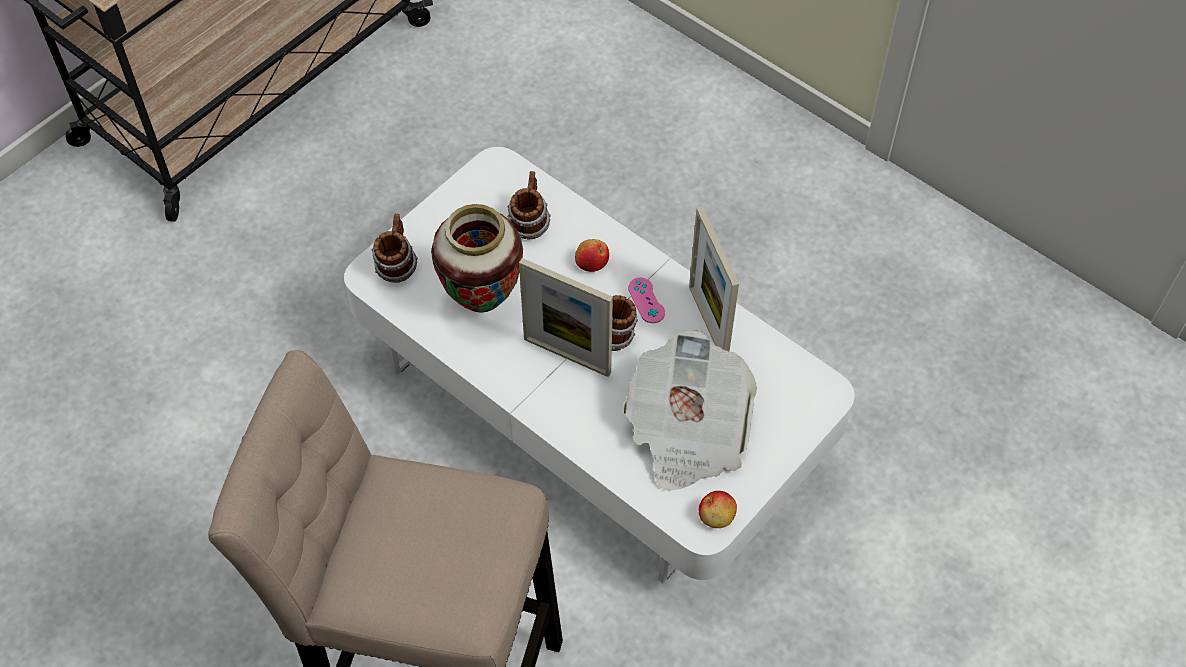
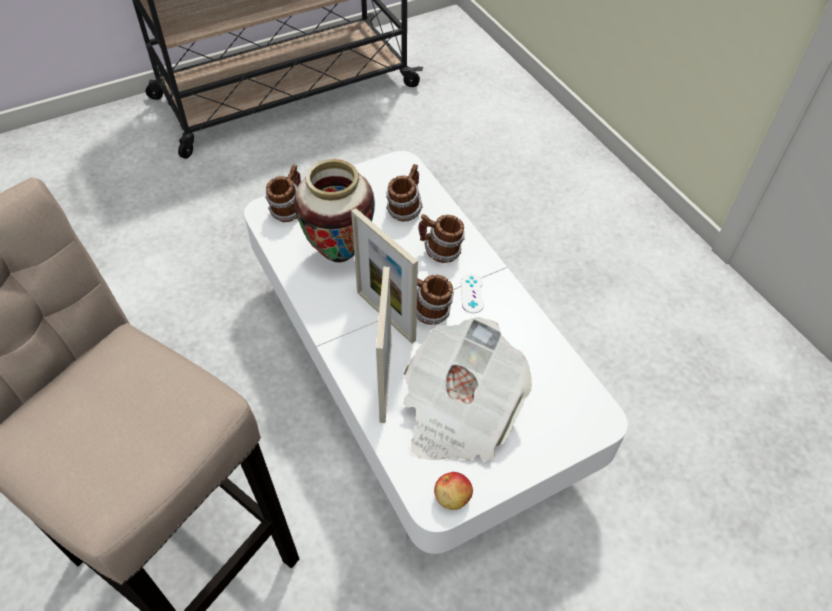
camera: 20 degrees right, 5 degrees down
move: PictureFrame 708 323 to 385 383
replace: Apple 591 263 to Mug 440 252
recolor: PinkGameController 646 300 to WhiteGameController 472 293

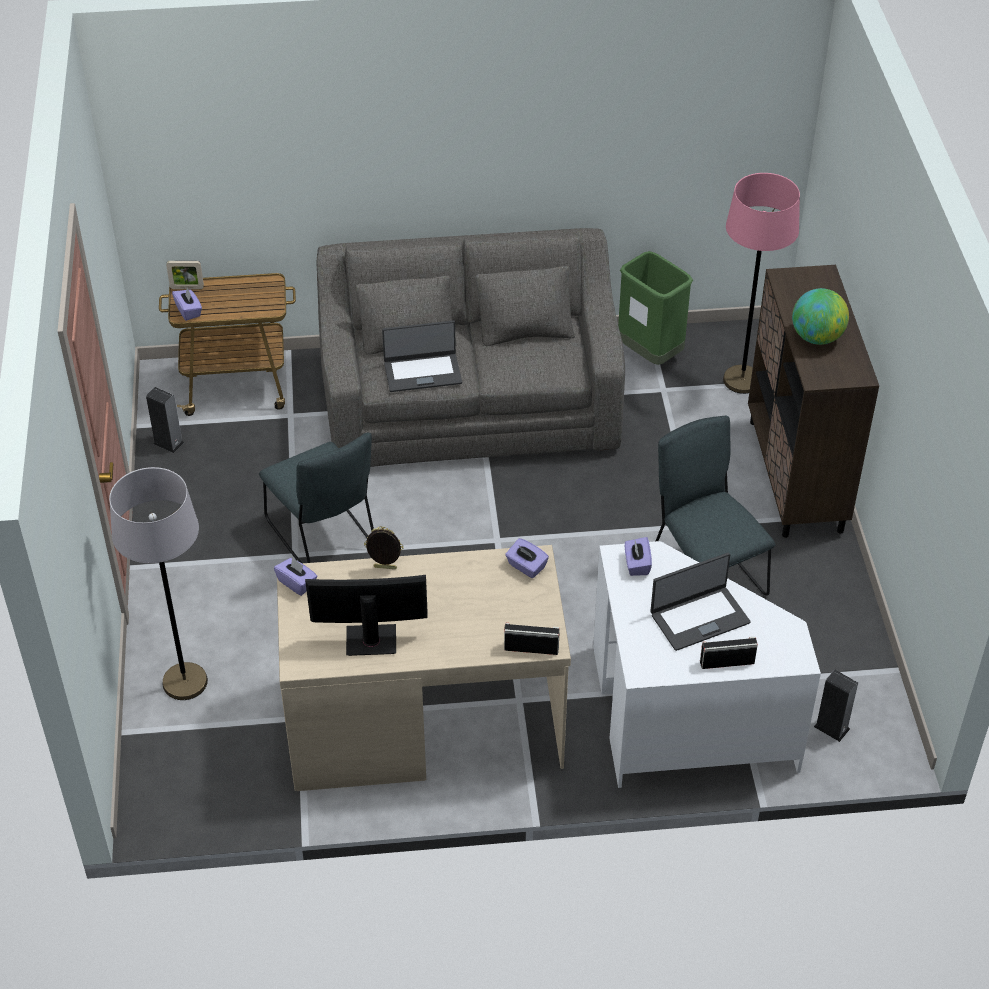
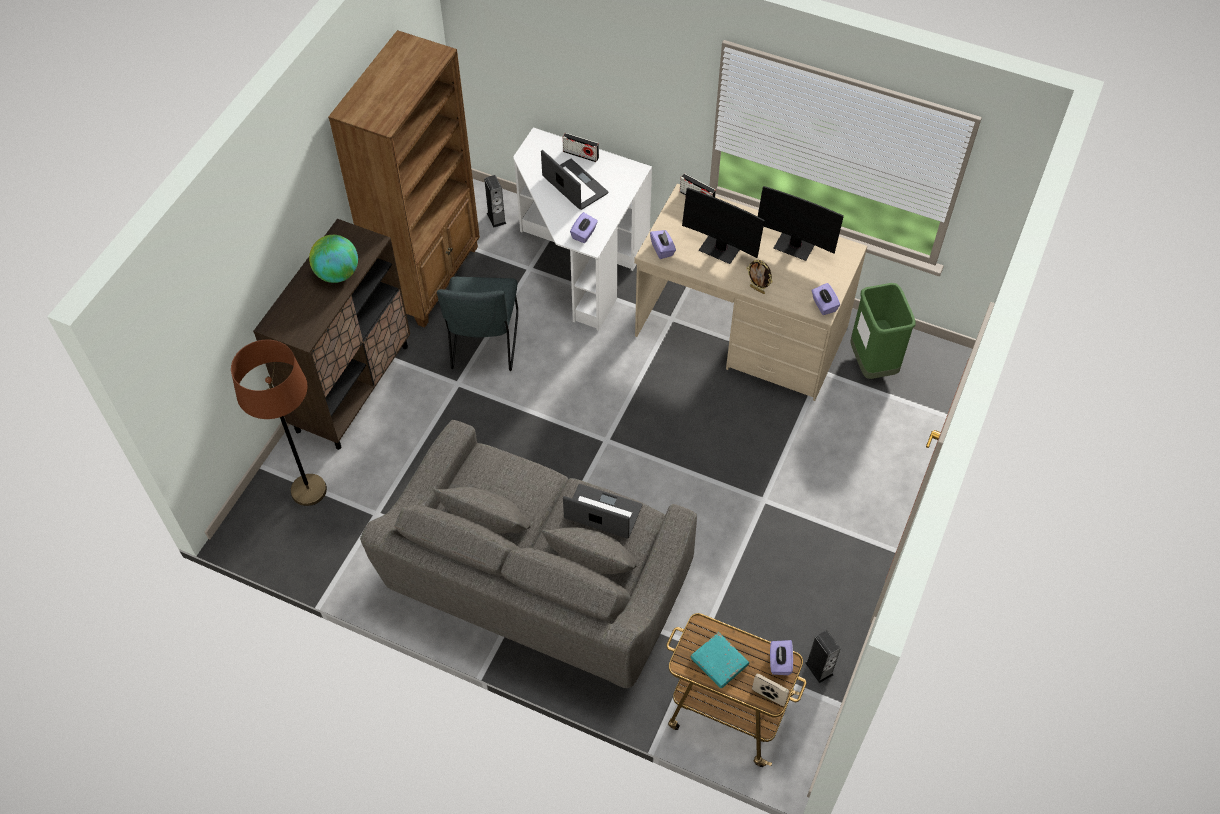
camera: 150 degrees left, 10 degrees up
delete: GreyFloorLamp 185 682; GreyChair 324 537
insert: BrownBookcase 429 277; Monitor 720 248; TurquoiseBook 719 661
move: GreenTrashCan 650 354 to 872 364
recolor: PinkFloorLamp 742 380 to BrownFloorLamp 309 490
rotate: Laptop 699 618 = 574 185 45 degrees clockwise

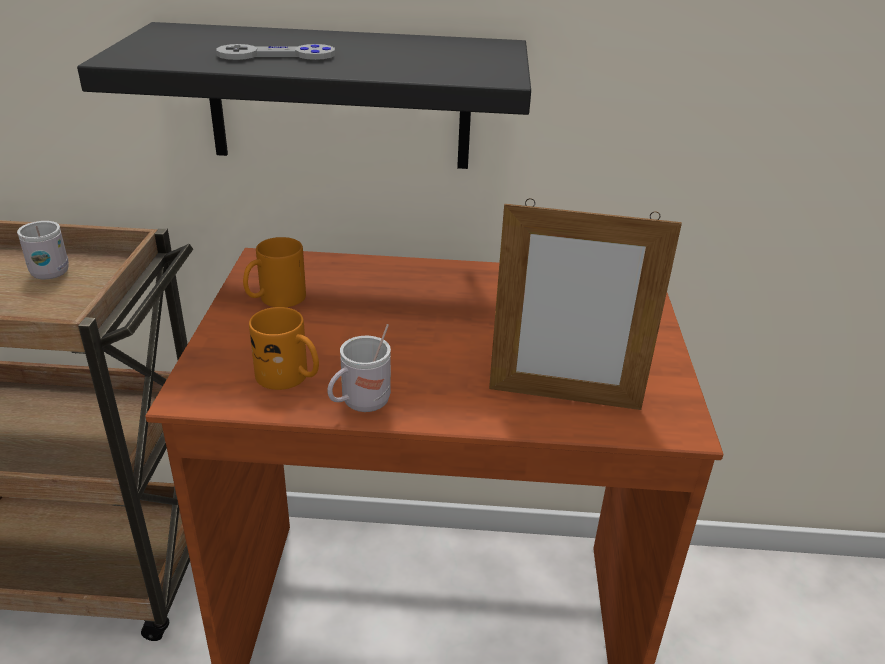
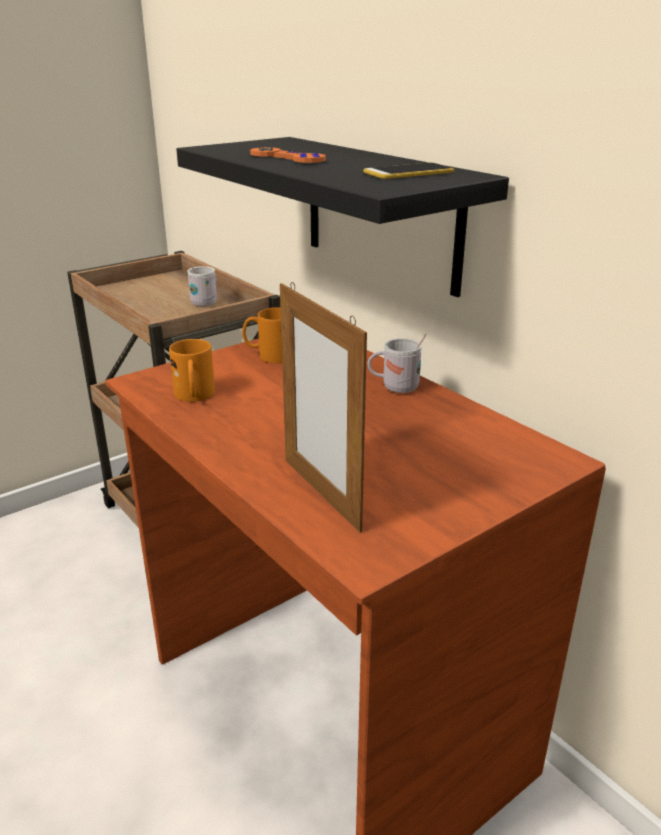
camera: 50 degrees right, 5 degrees down
insert: Phone 408 172
move: WhiteMug 360 404 to 394 388
recolor: GreyGameController 276 56 to OrangeGameController 287 158

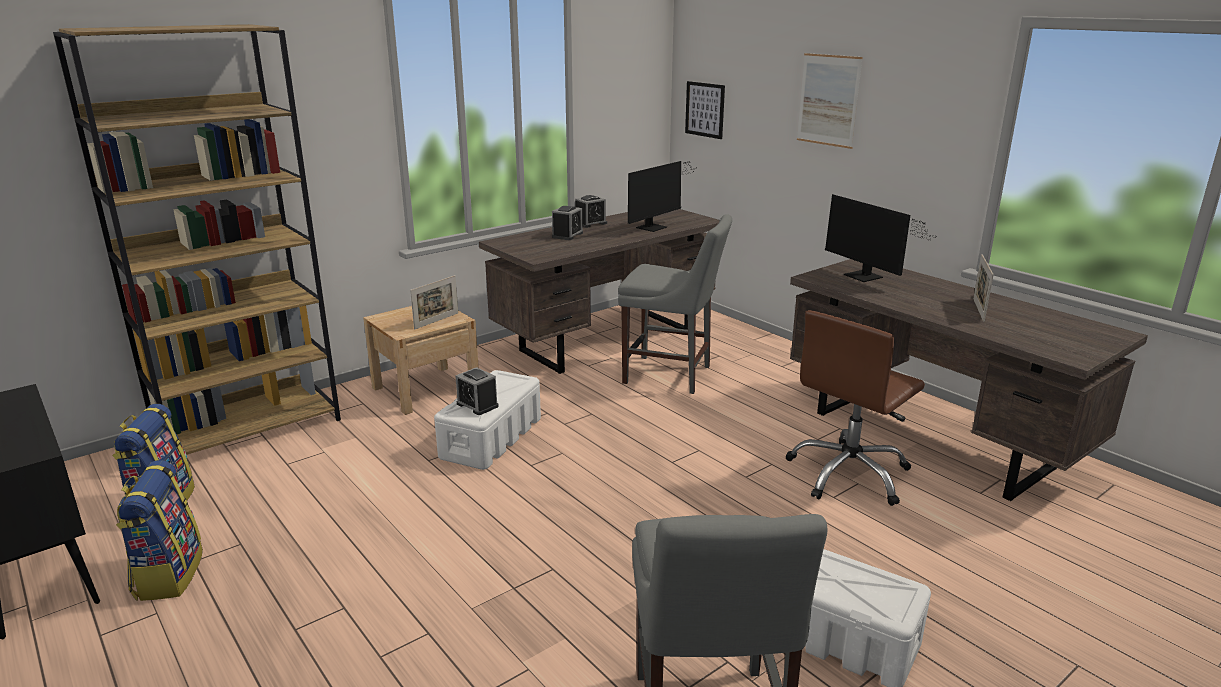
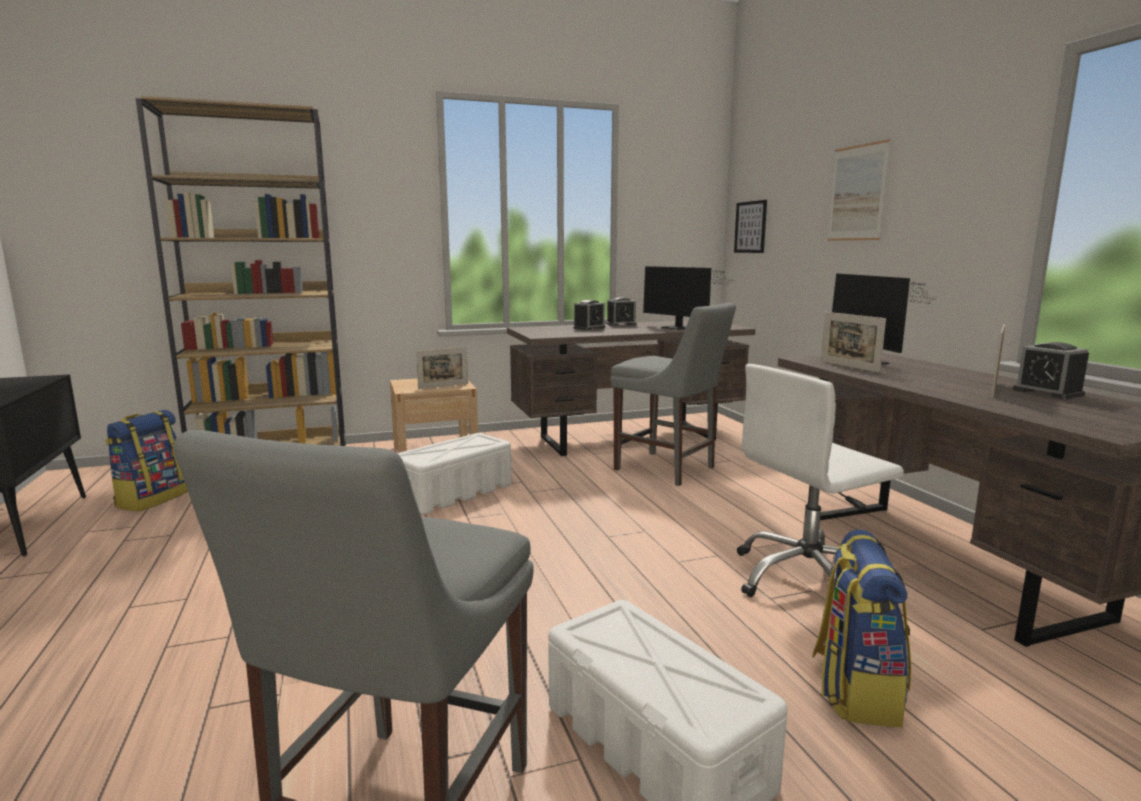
camera: 20 degrees right, 10 degrees down
insert: PictureFrame 849 366
move: Backpack 168 575 to 854 689; AlarmClock 477 405 to 1047 392
recolor: BrownOfficeChair 849 474 to WhiteOfficeChair 807 579
rotate: Monitor 655 227 = 679 328 75 degrees clockwise

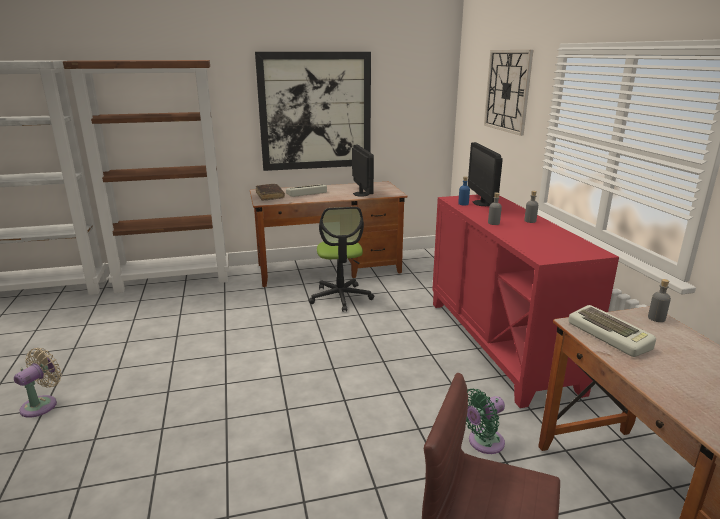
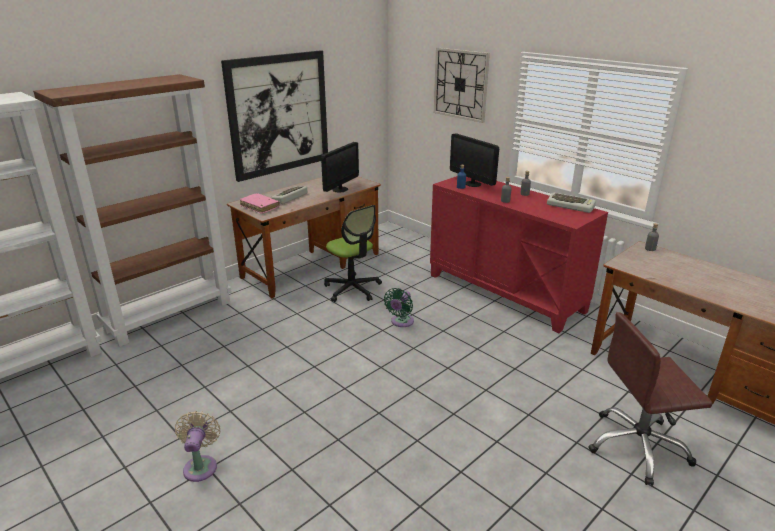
camera: 30 degrees left, 5 degrees up
move: GreenFan 483 443 to 401 322; Keyboard 610 336 to 571 206
recolor: BrownBook 270 196 to PinkBook 260 207
rotate: Monitor 361 194 = 340 189 75 degrees clockwise

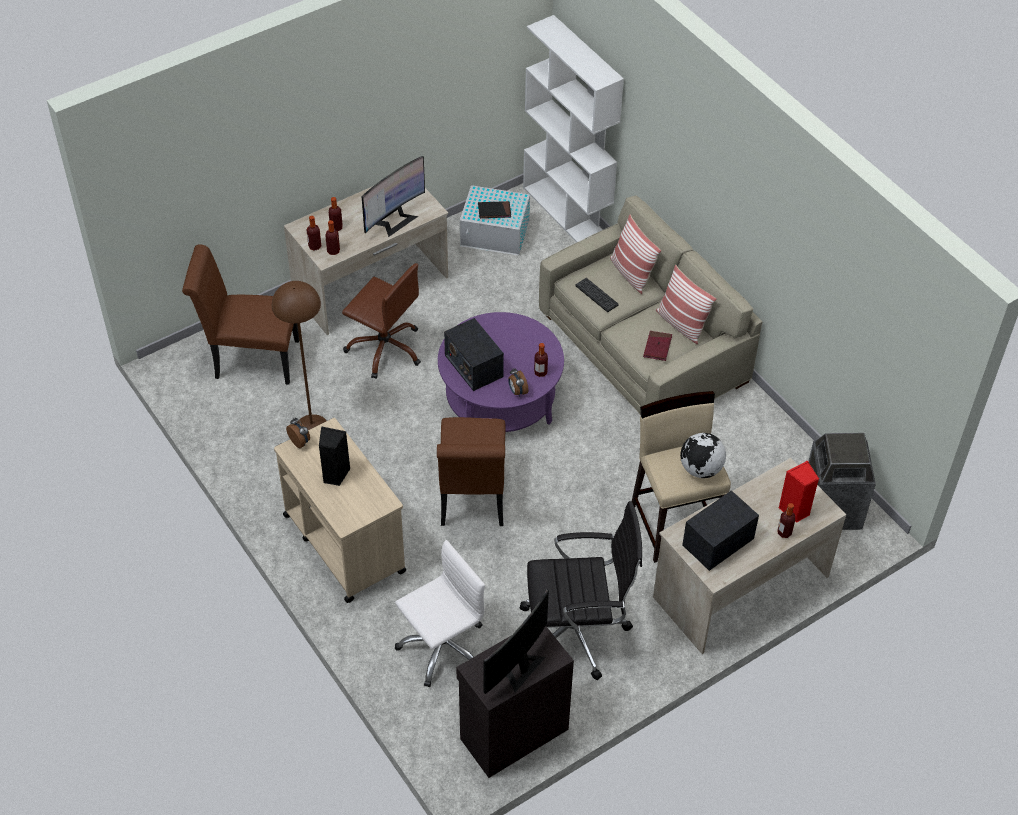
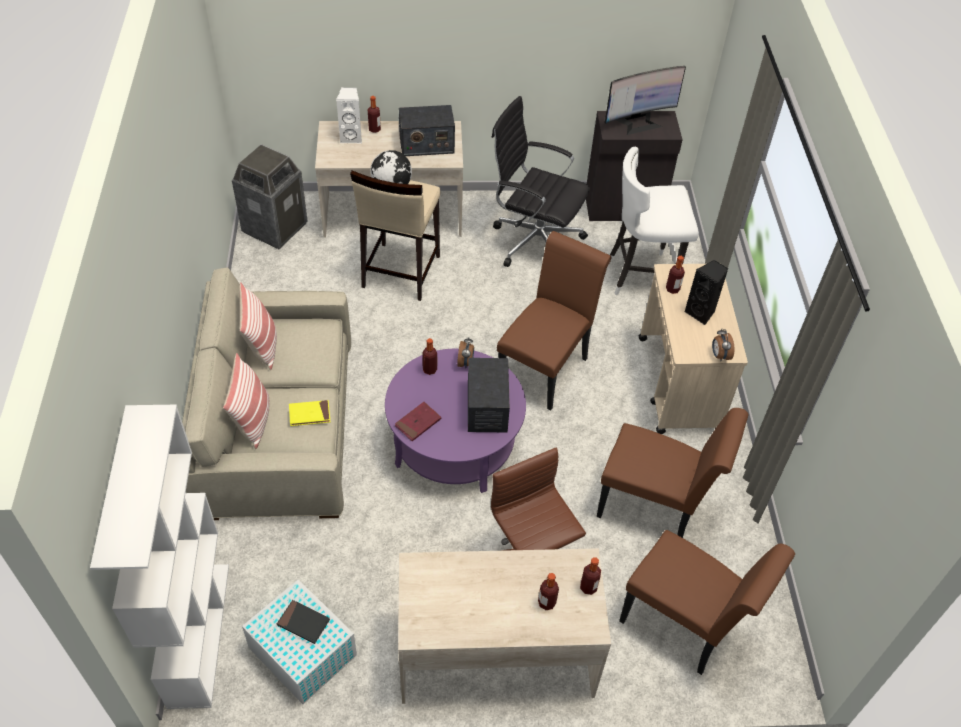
camera: 150 degrees left, 0 degrees up
delete: Monitor 394 220
move: RedBook 657 347 to 418 423; Bottle 333 251 to 672 289
replace: Keyboard 596 295 to YellowBook 309 414; BrownFloorLamp 311 427 to BrownChair 655 507; WhiteOfficeChair 442 647 to WhiteStool 641 275
recolor: RedSpeaker 795 510 to WhiteSpeaker 351 137

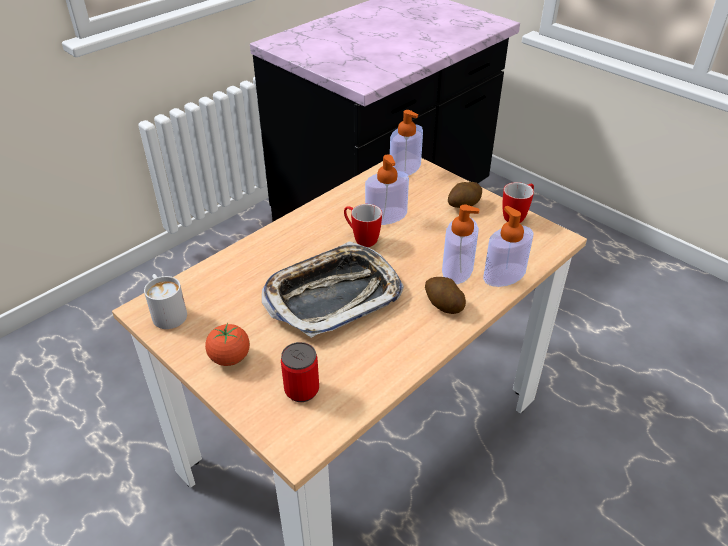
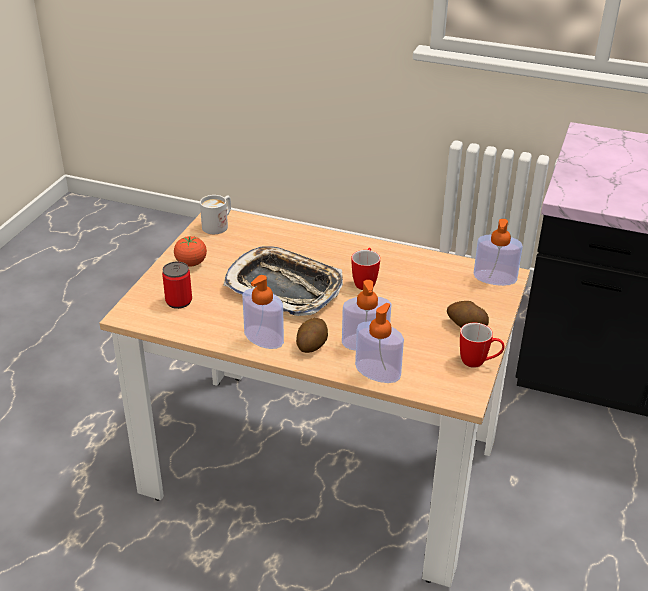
camera: 65 degrees right, 5 degrees down
move: SoapDispenser 386 216 to 263 337

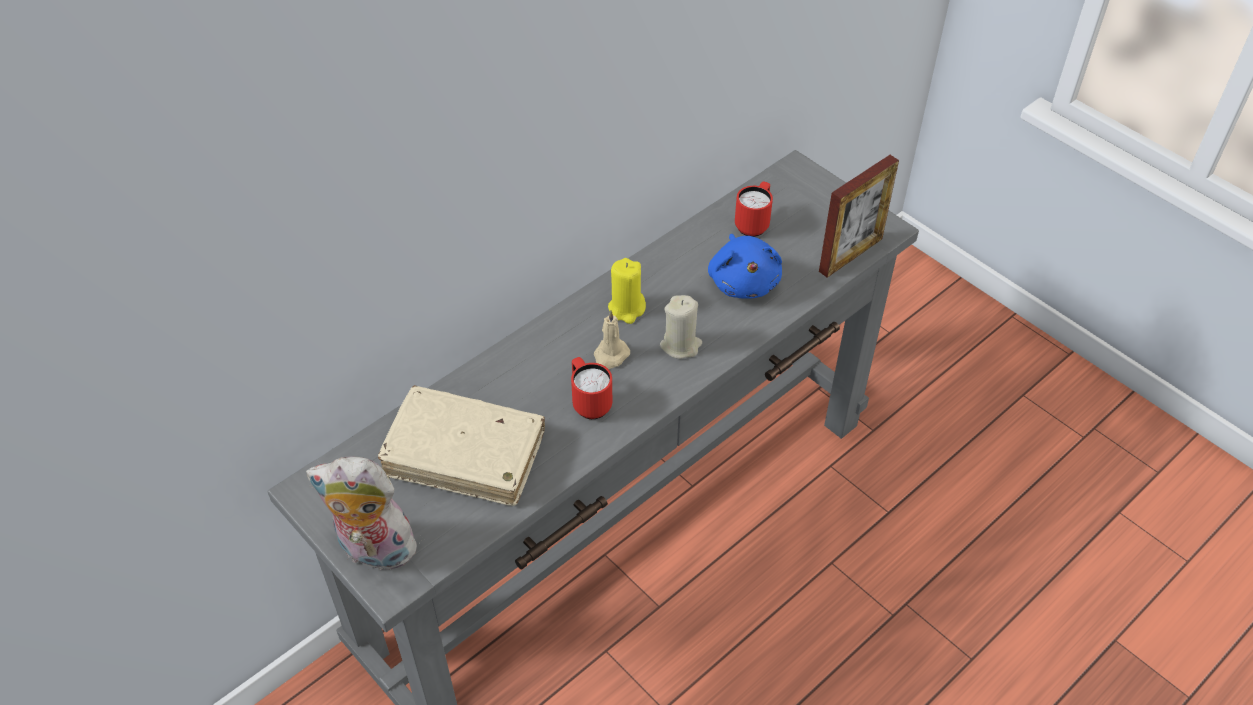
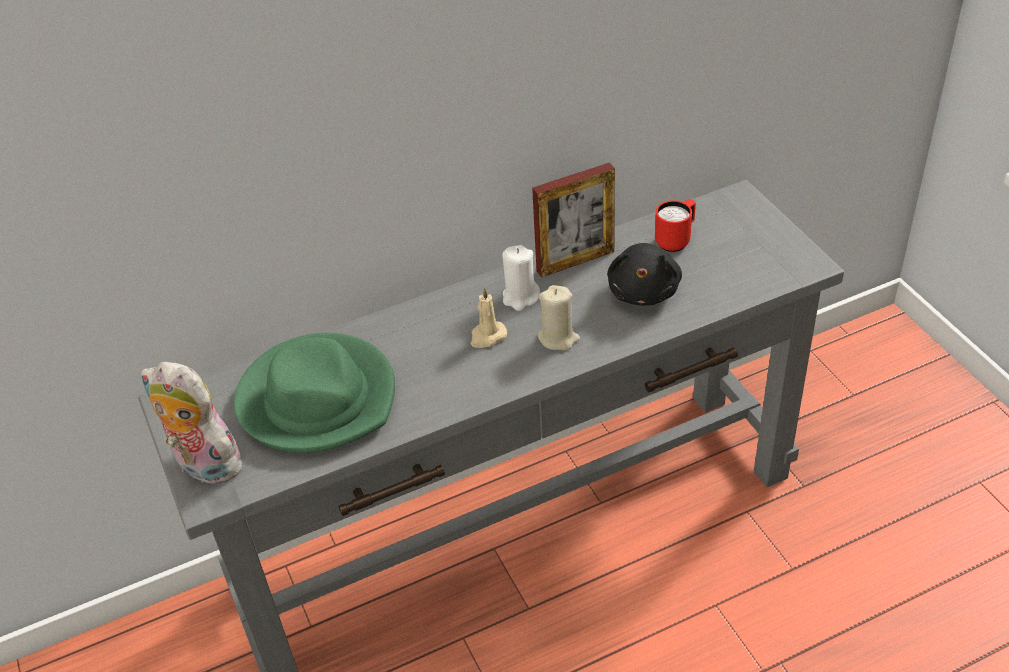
camera: 20 degrees right, 5 degrees down
delete: RedMug 589 402
move: PictureFrame 850 255 to 575 261
replace: BeigeBook 464 454 to GreenHat 318 398
recolor: YellowCandle 626 309 to WhiteCandle 520 297; BluePlushToy 744 281 to BlackPlushToy 644 291

